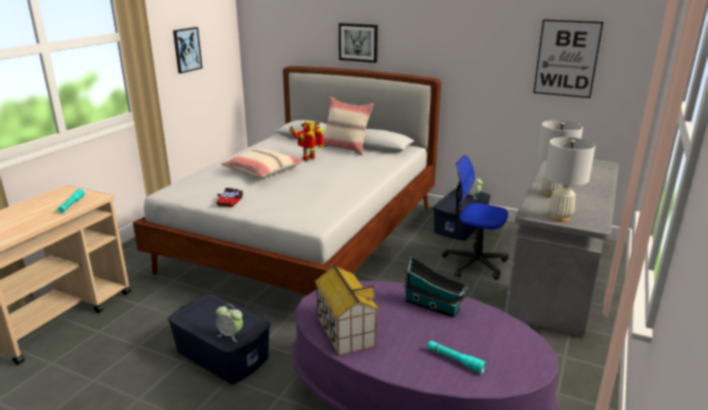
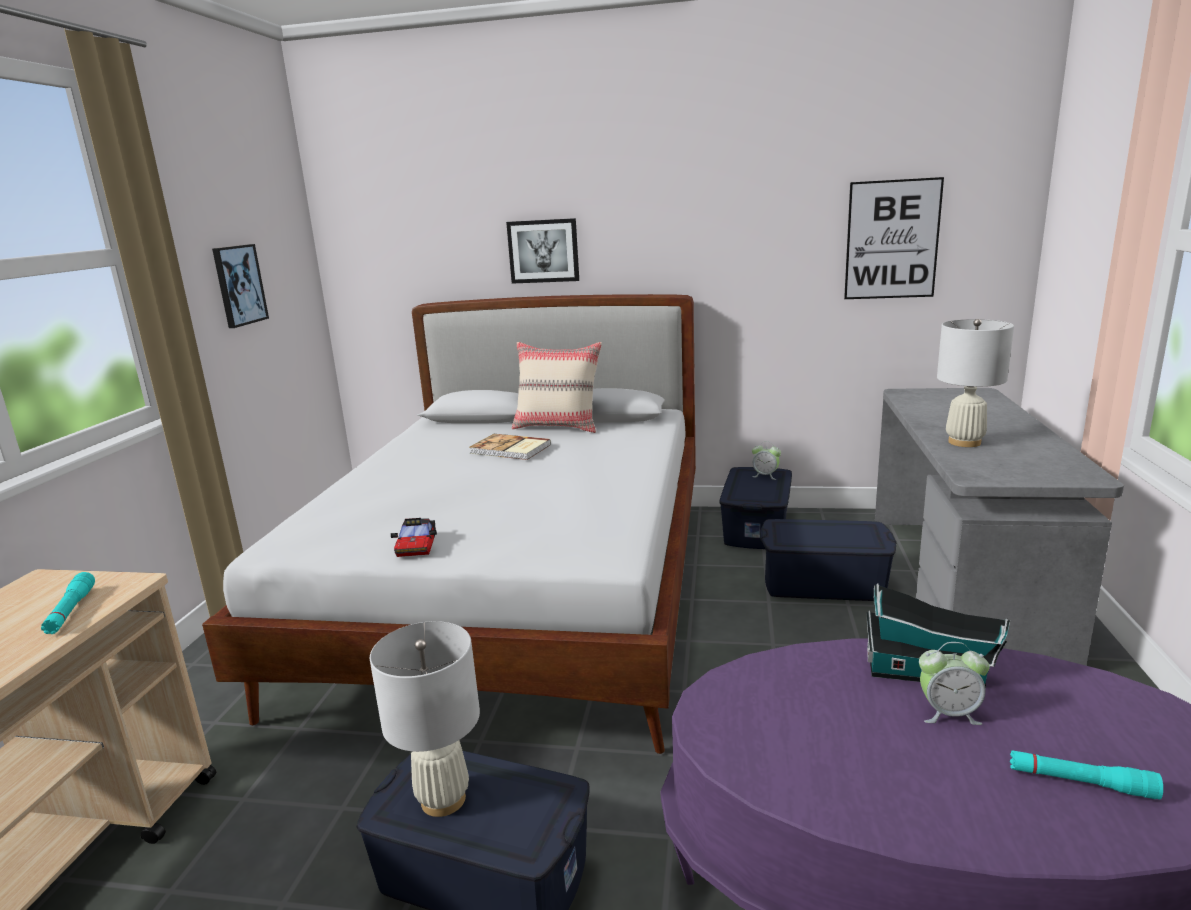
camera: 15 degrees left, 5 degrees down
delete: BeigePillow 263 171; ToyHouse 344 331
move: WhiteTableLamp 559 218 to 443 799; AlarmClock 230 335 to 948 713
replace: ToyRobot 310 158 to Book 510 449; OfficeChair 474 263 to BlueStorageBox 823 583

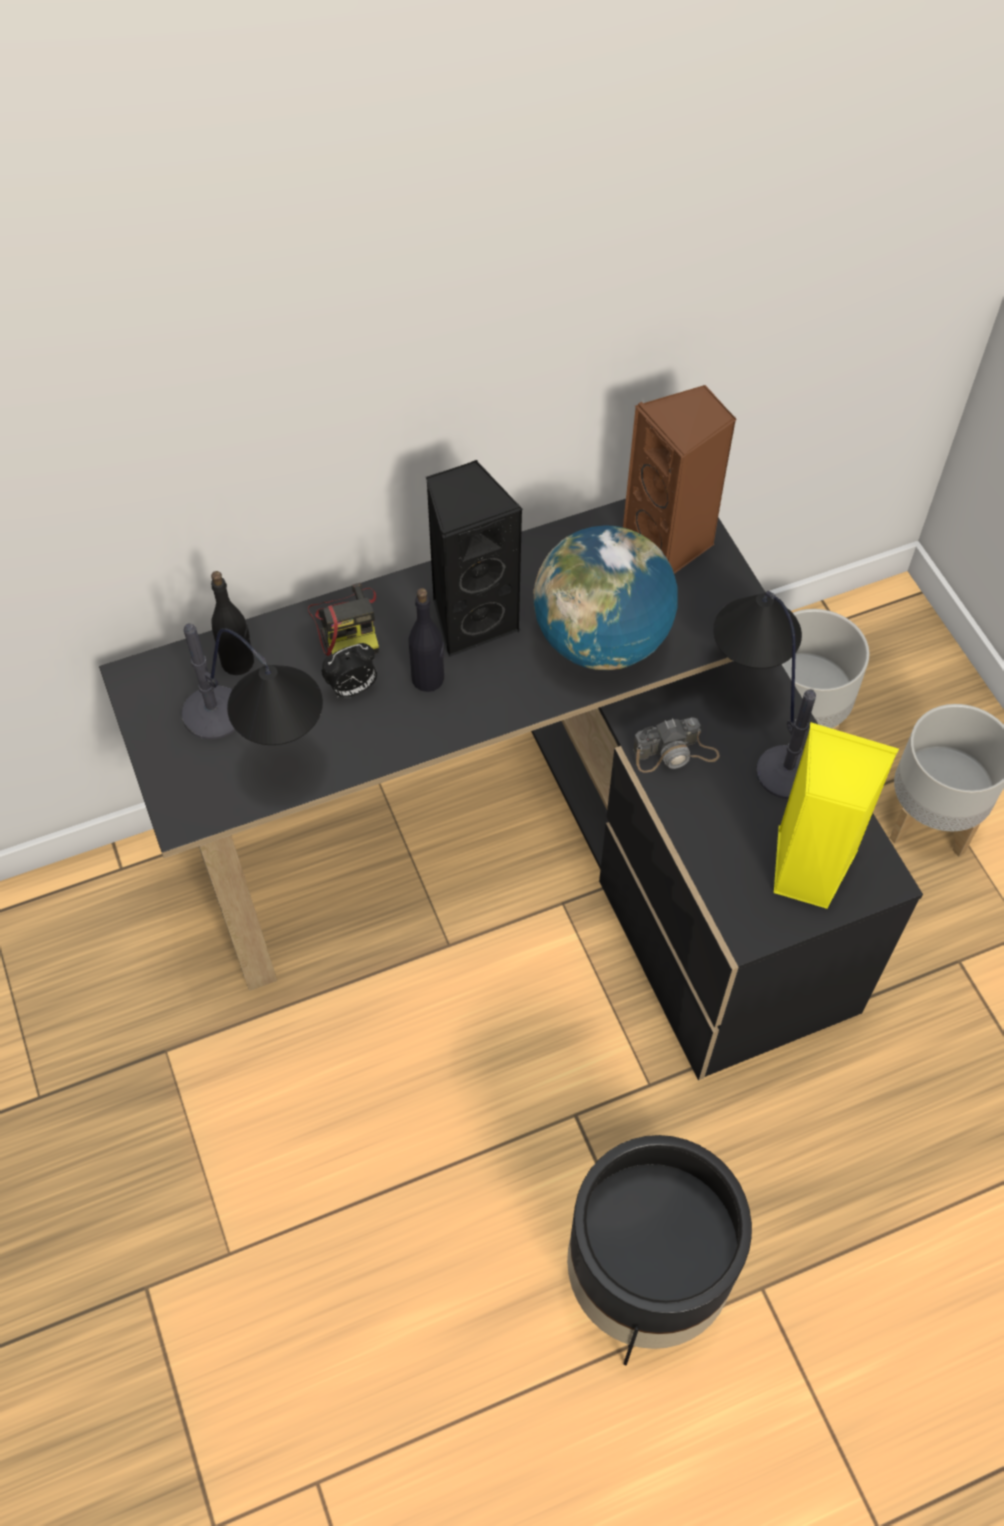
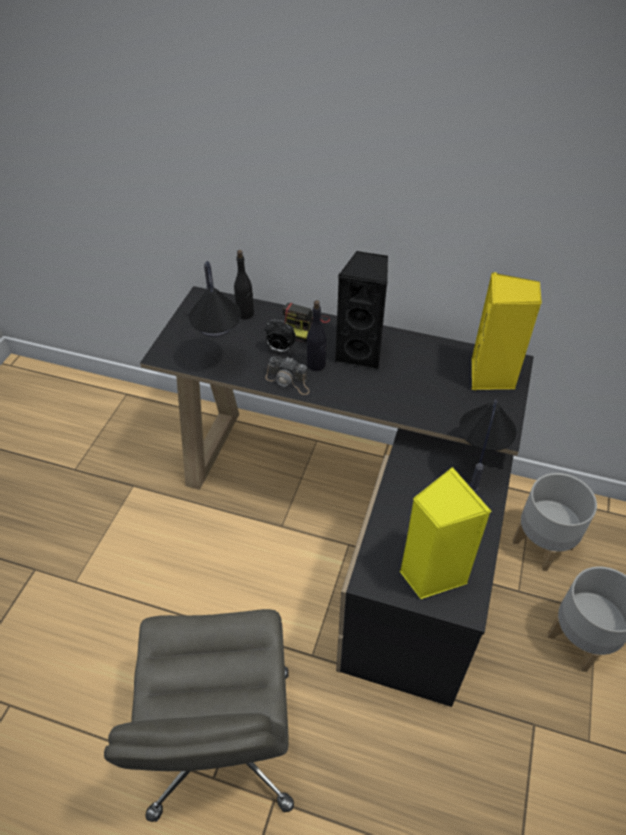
camera: 40 degrees right, 10 degrees down
delete: Globe 601 641
move: PhotoCamera 675 753 to 289 381
replace: BlackPlanter 643 1280 to GreyOfficeChair 222 743
recolor: BrownSpeaker 671 543 to YellowSpeaker 492 376

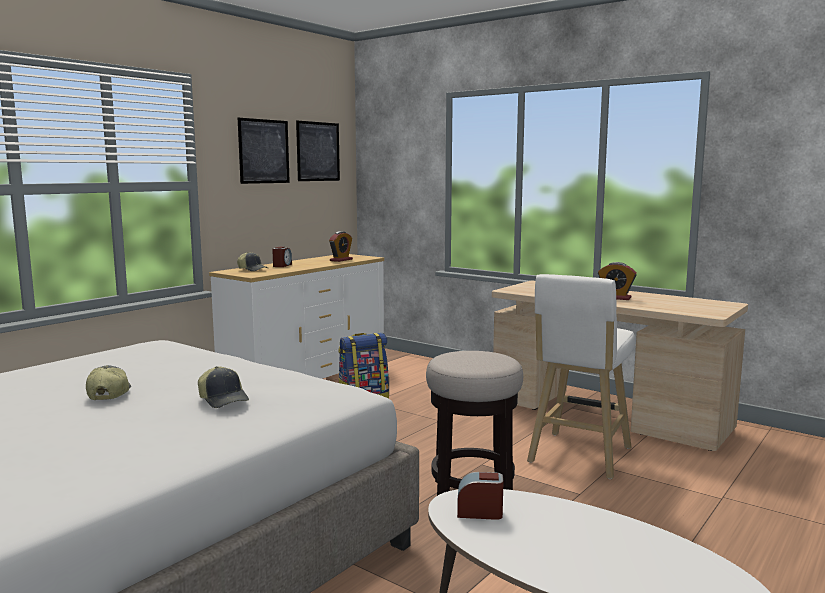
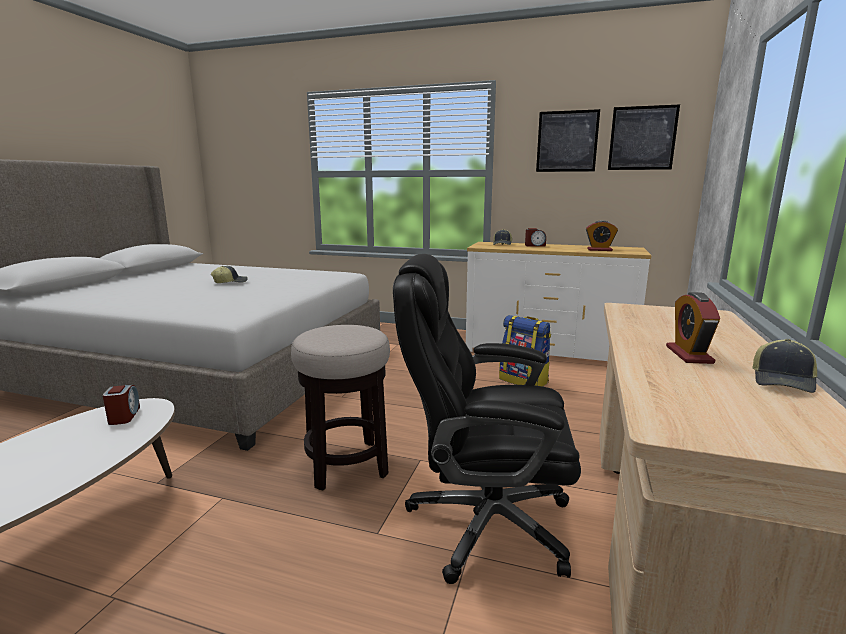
camera: 70 degrees right, 5 degrees up
move: Cap 224 399 to 783 381
replace: WhiteStool 578 457 to BlackOfficeChair 485 523

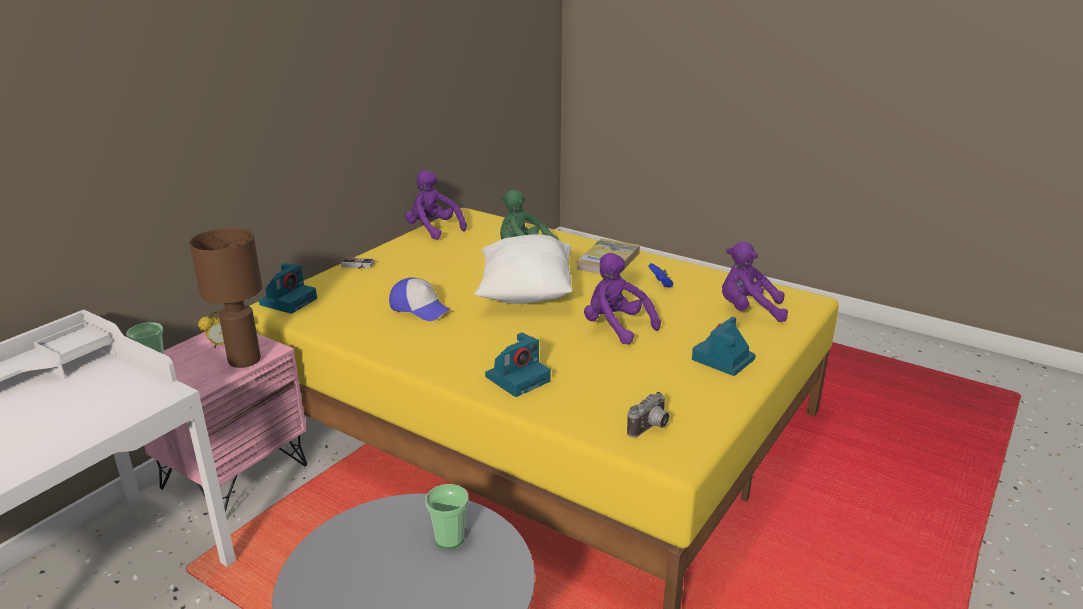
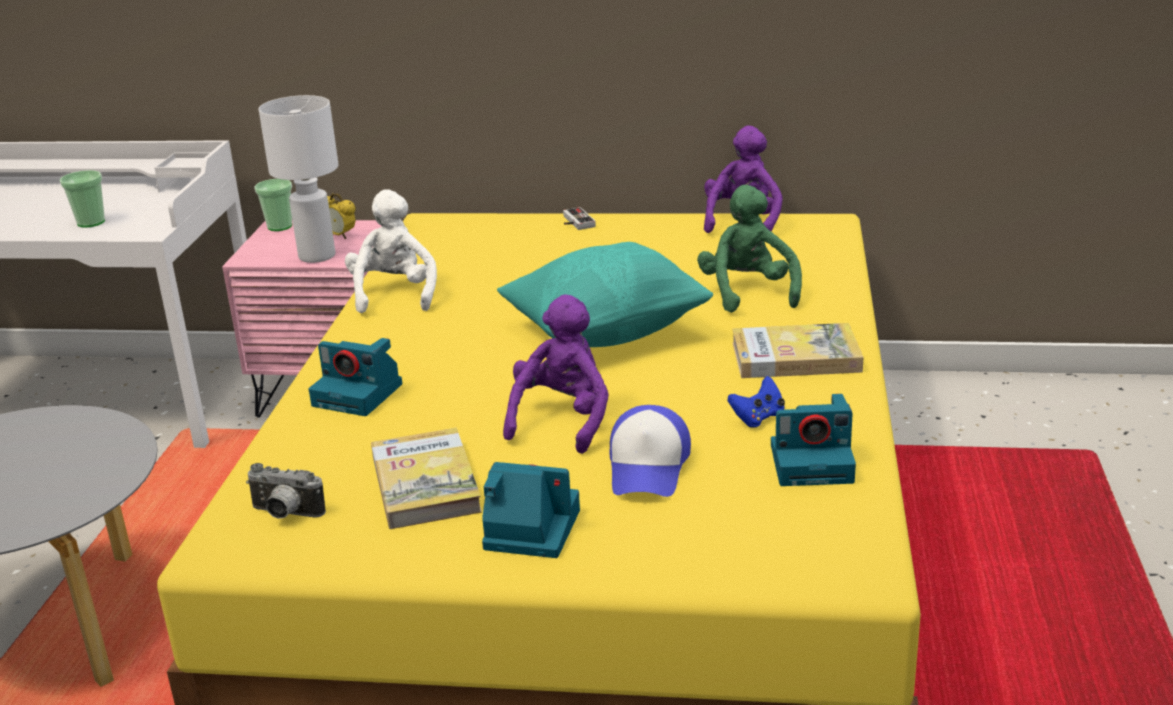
camera: 65 degrees right, 0 degrees up
delete: PurplePlushToy 748 311
insert: WhitePlushToy 394 294; Book 425 484
move: Cup 449 538 to 91 222; Cap 420 308 to 648 467; PhotoCamera 289 301 to 813 462
recolor: BrownTableLamp 243 360 to WhiteTableLamp 316 256; WhitePillow 525 293 to TurquoisePillow 607 333

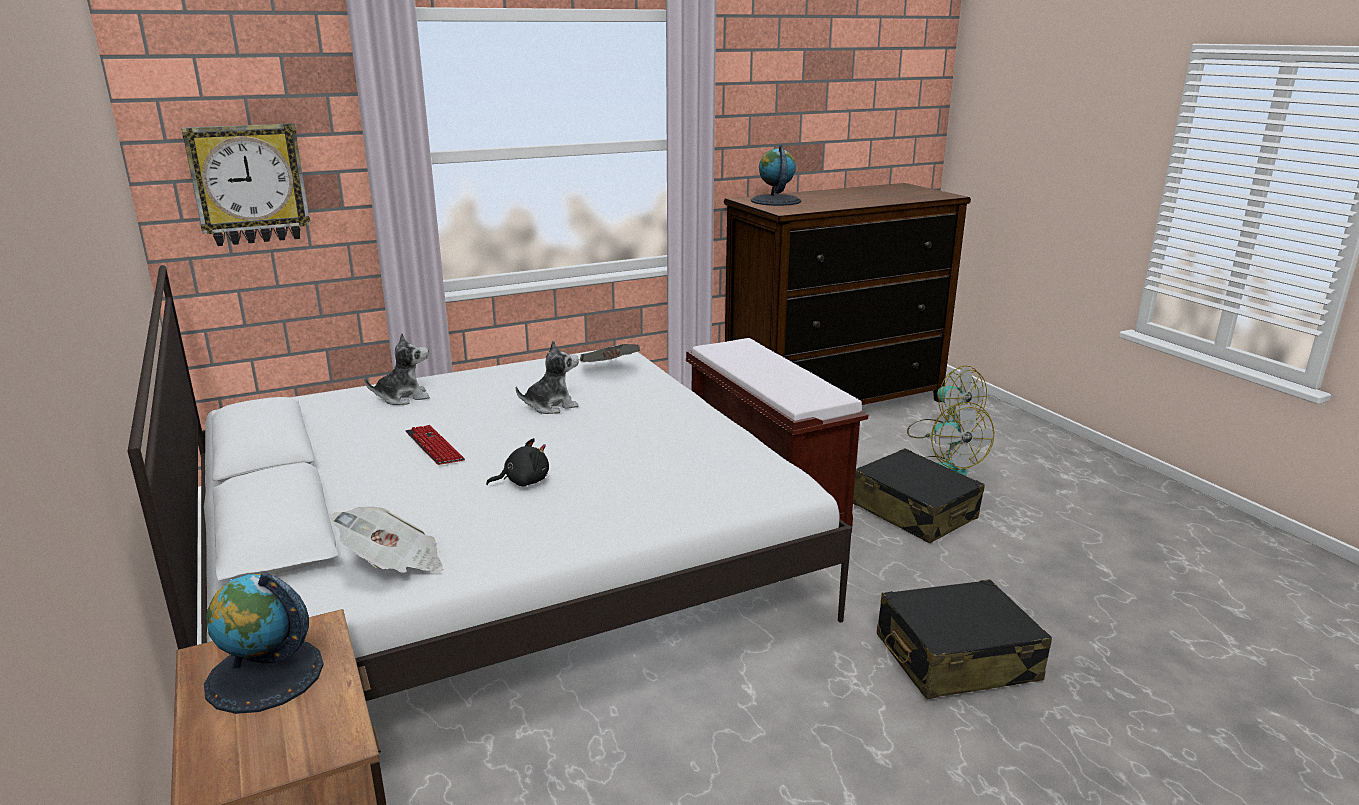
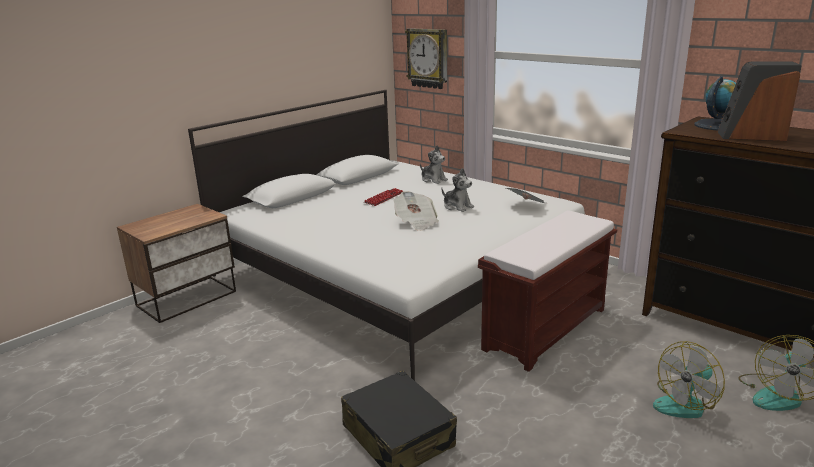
camera: 70 degrees right, 0 degrees up
delete: Globe 264 675; BlackPlushToy 523 482; BlackSuitcase 913 512
insert: Speaker 751 136
move: Newspaper 394 564 to 416 222

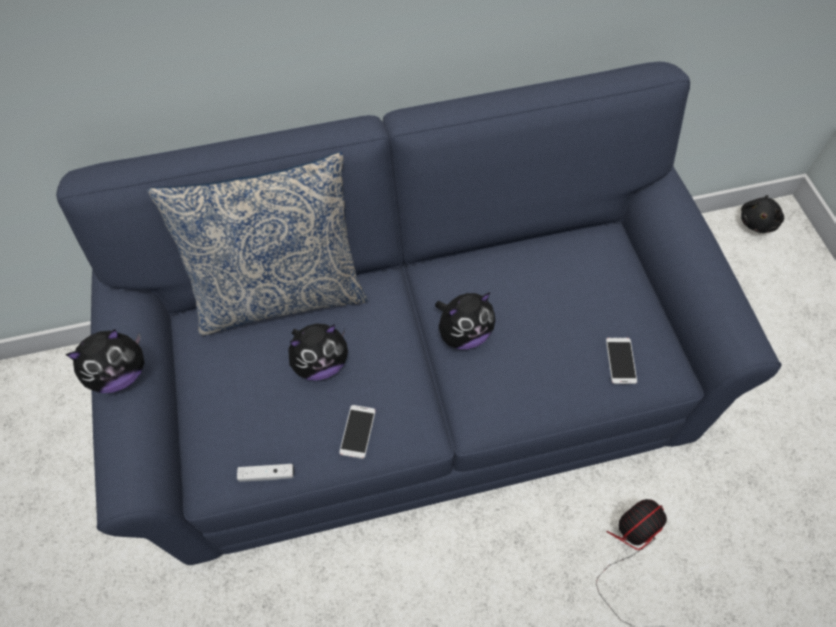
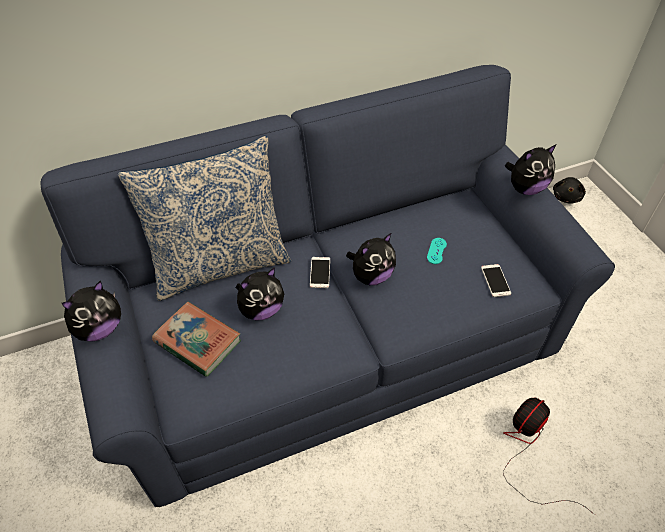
camera: 10 degrees left, 10 degrees down
delete: WhiteGameController 267 475
insert: Book 197 341; TurquoiseGameController 436 251; PlushToy 525 188
move: Phone 357 431 to 320 272

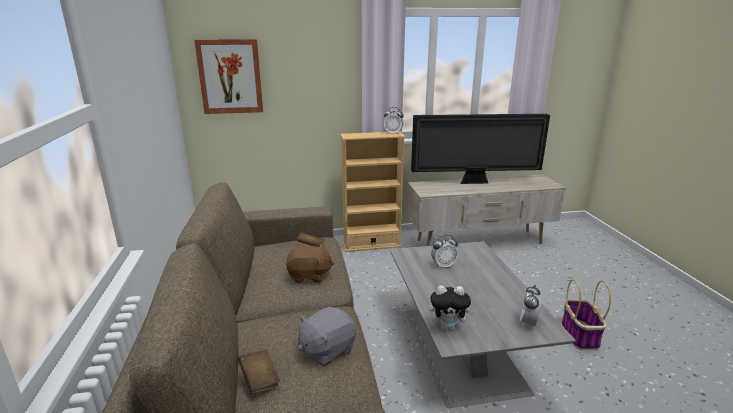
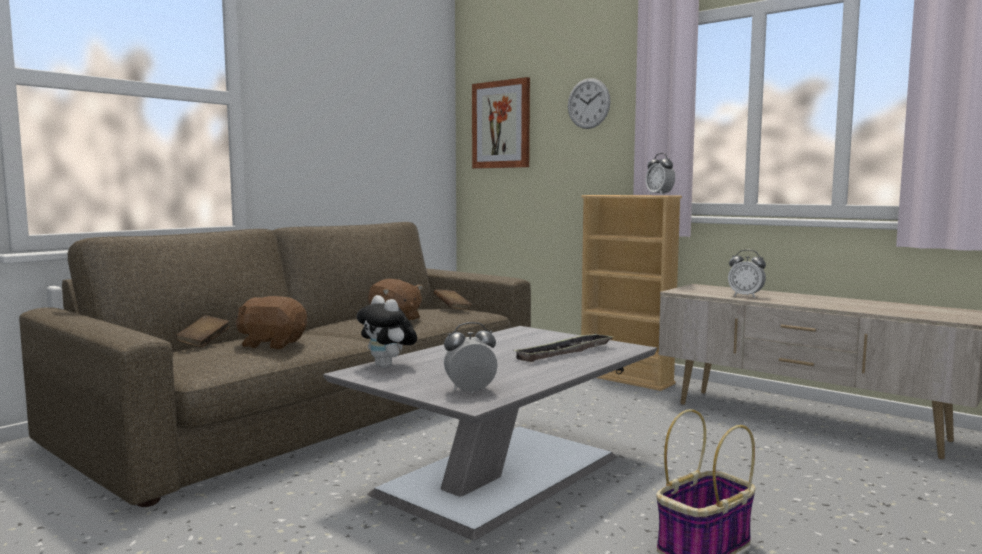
camera: 50 degrees right, 15 degrees down
delete: Television 475 182
insert: Tray 565 353; WallClock 588 103
move: AlarmClock 443 265 to 745 296
recolor: GreyPlushToy 327 349 to BrownPlushToy 272 344

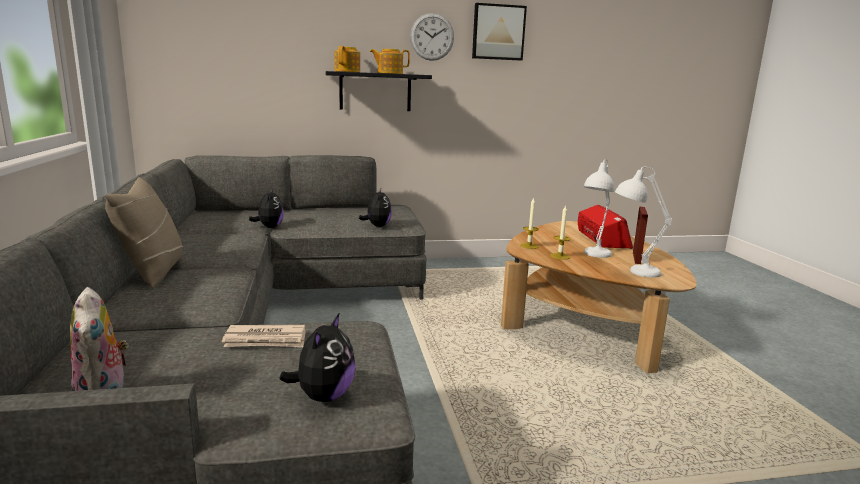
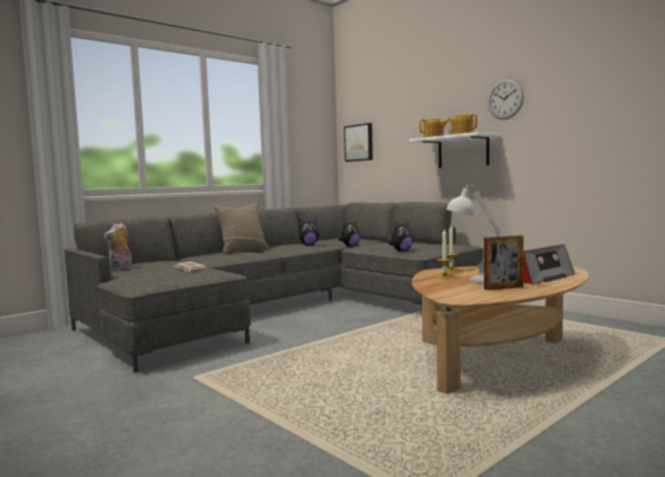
camera: 60 degrees right, 10 degrees down
delete: WhiteTableLamp 632 271
move: PlushToy 323 396 to 309 244; Picture 498 32 to 359 143
recolor: BlackShelf 375 92 to WhiteShelf 463 151

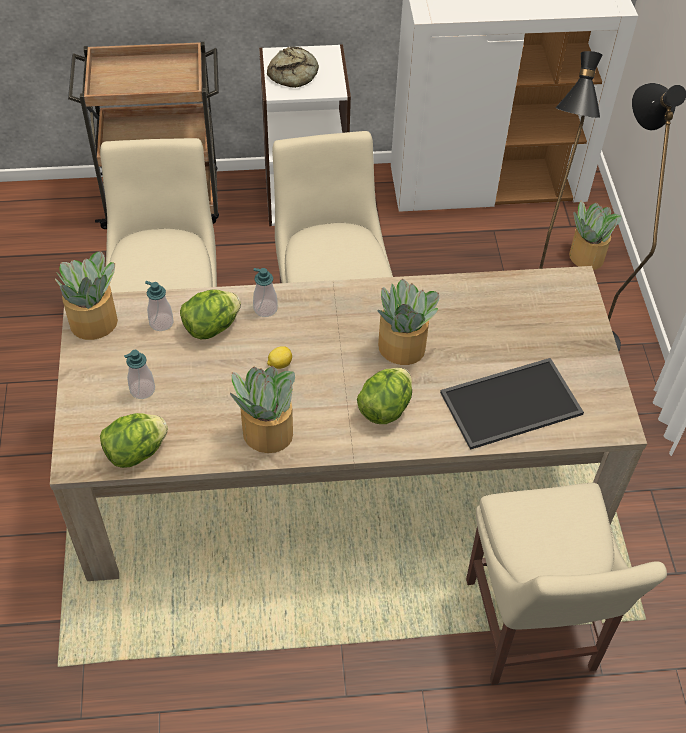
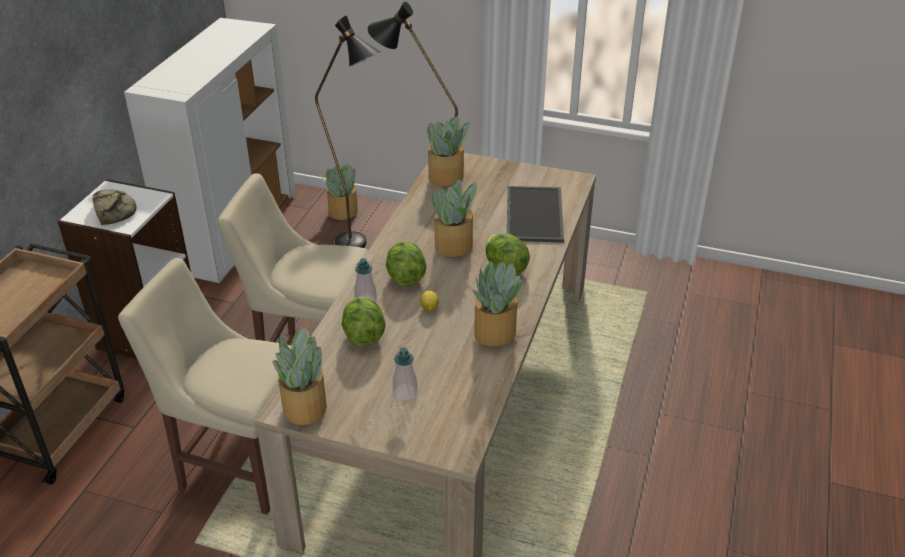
camera: 65 degrees left, 15 degrees down
delete: SoapDispenser 161 322; BeigeChair 530 631
insert: PottedPlant 447 176
move: Lettuce 136 452 to 405 277

